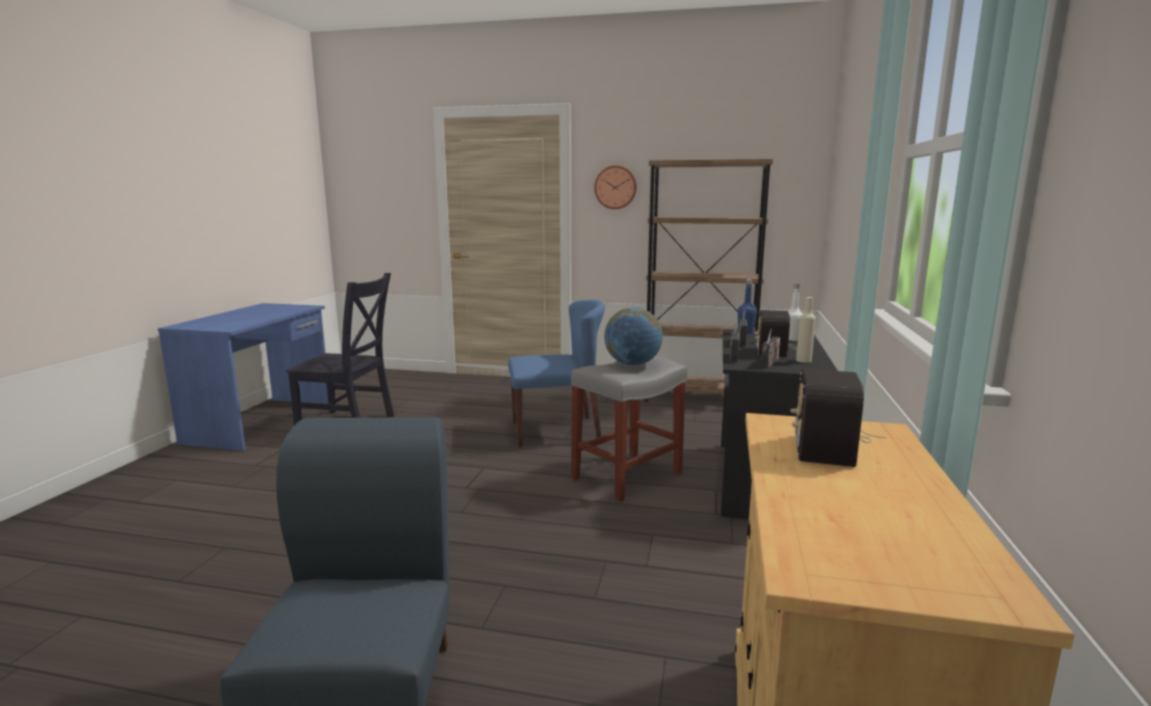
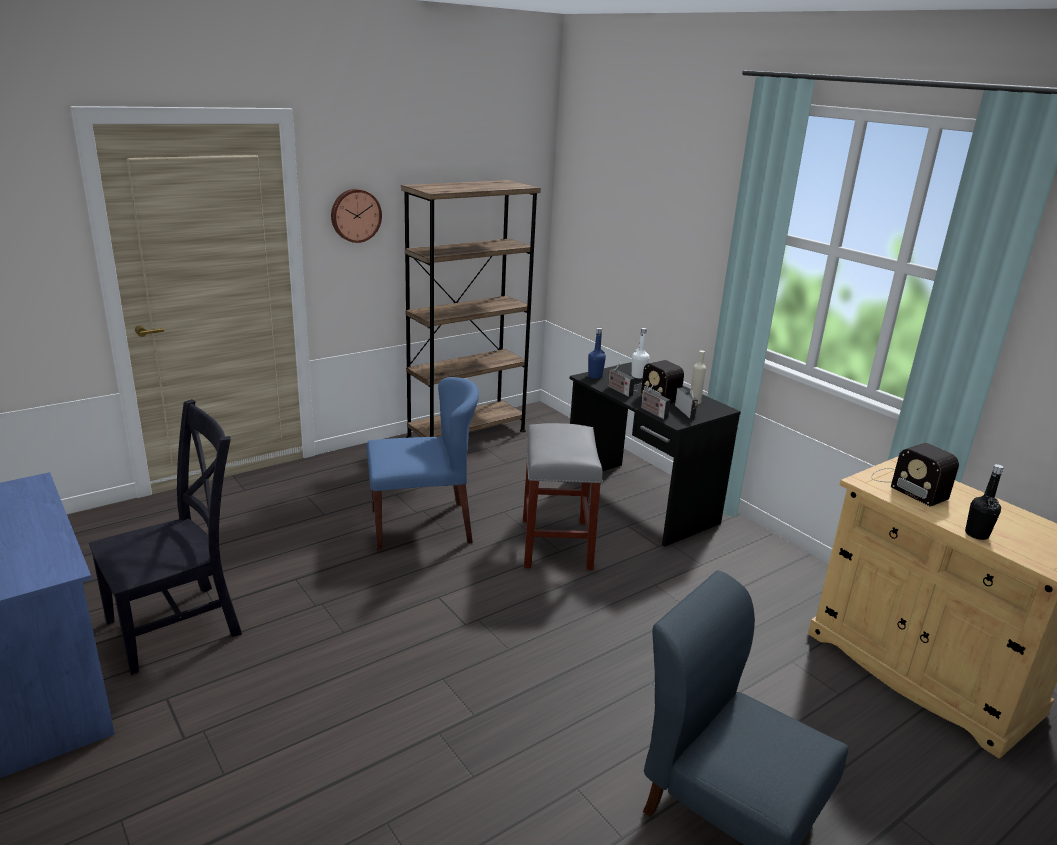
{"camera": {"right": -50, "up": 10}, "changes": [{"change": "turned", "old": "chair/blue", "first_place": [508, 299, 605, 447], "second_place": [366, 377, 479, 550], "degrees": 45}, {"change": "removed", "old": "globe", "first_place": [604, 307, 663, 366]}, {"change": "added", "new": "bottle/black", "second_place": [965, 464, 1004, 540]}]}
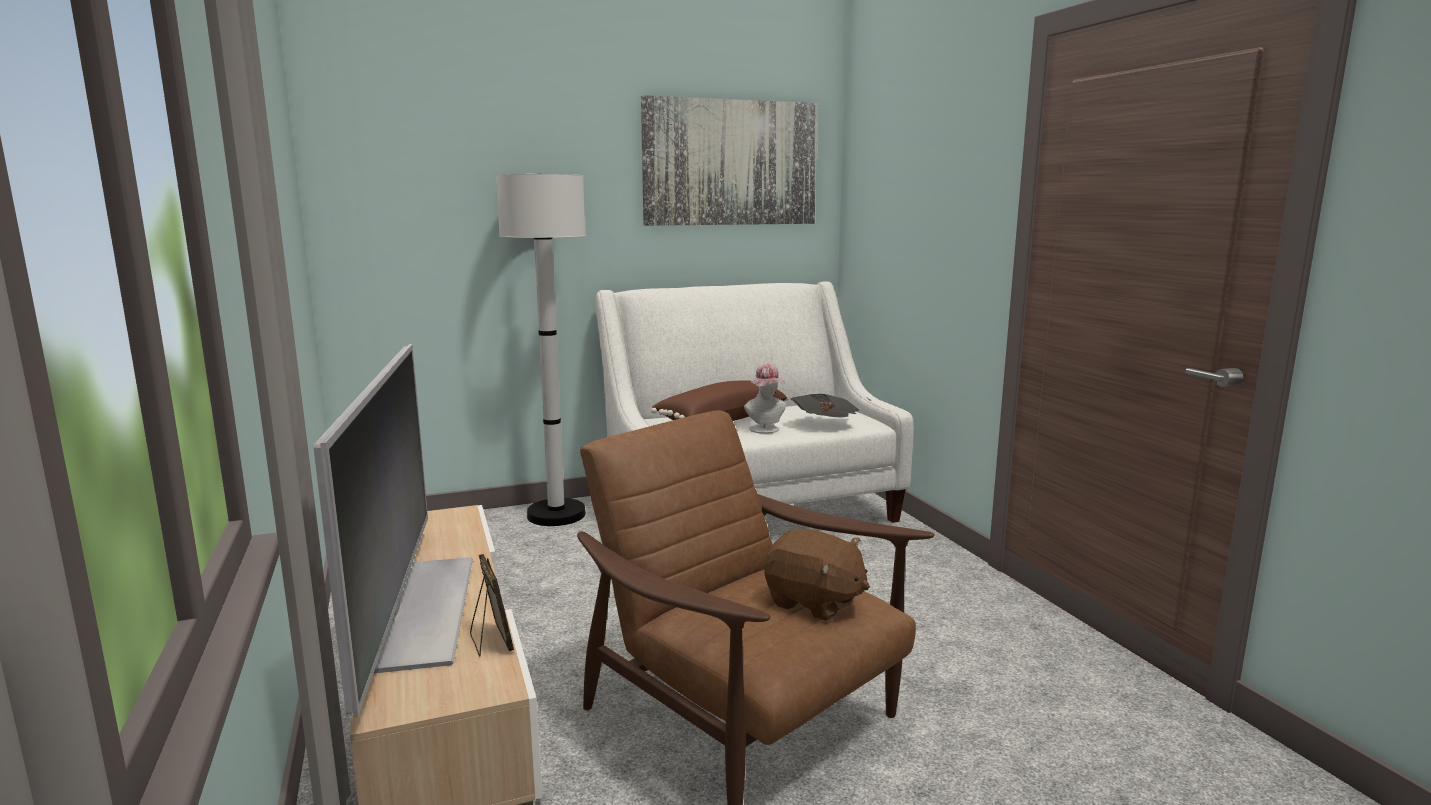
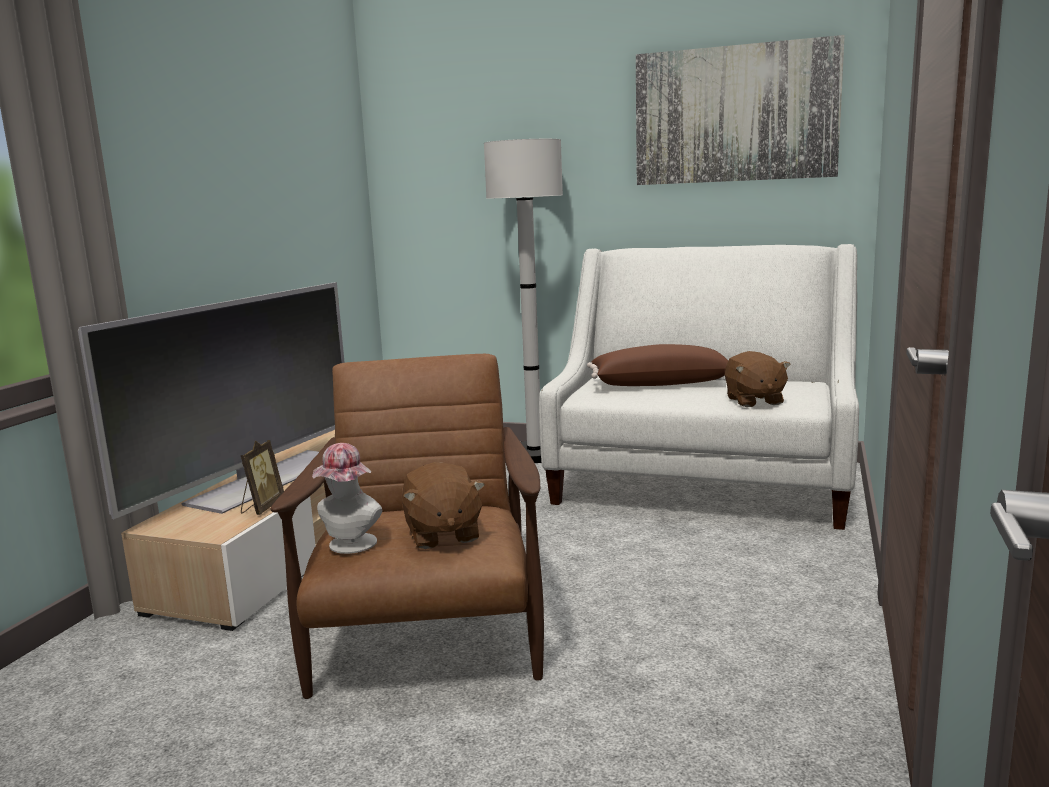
{"camera": {"right": 40, "up": 0}, "changes": [{"change": "moved", "old": "hat", "first_place": [744, 364, 786, 433], "second_place": [312, 443, 382, 554]}, {"change": "replaced", "old": "newspaper", "new": "plush toy/brown", "first_place": [790, 394, 859, 417], "second_place": [725, 351, 791, 407]}]}
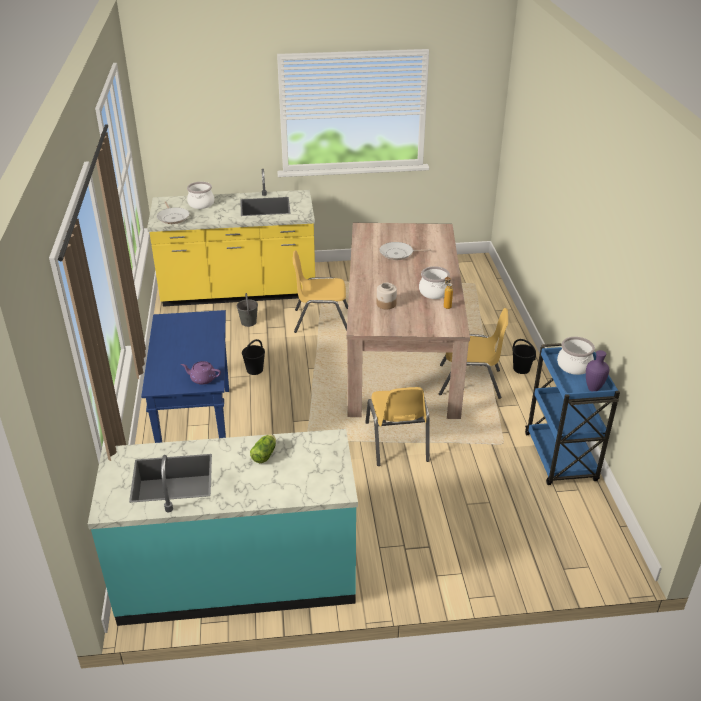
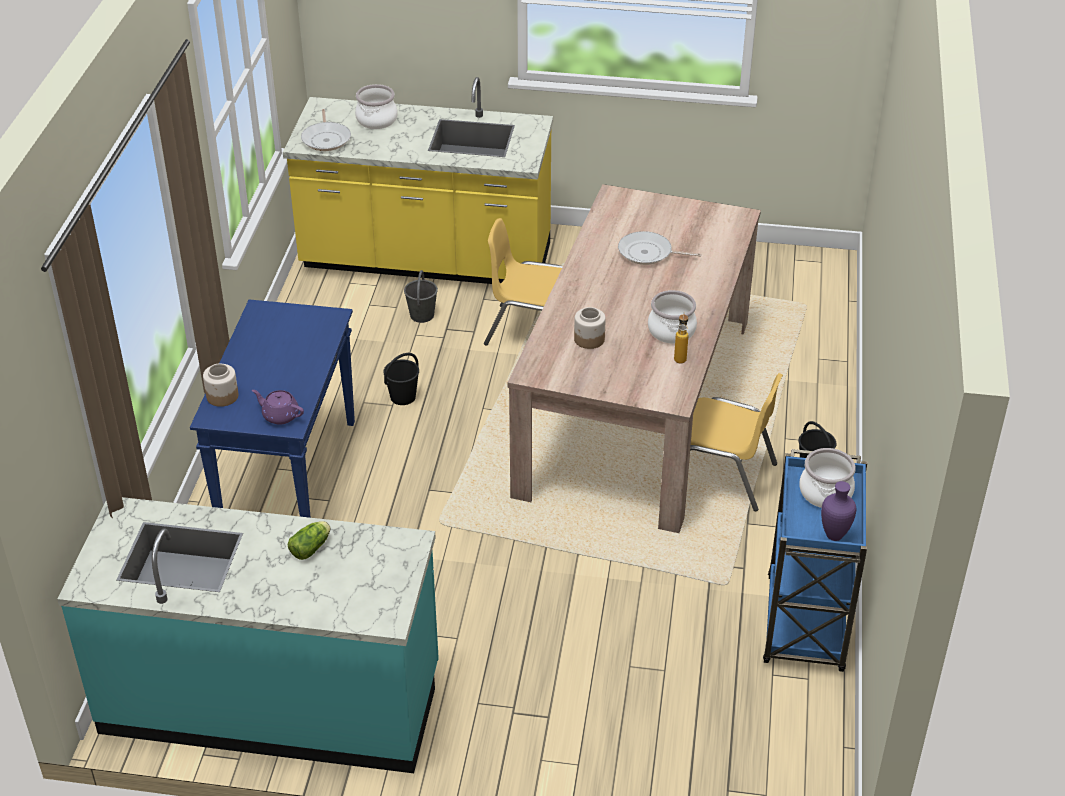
{"camera": {"right": 15, "up": 5}, "changes": [{"change": "removed", "old": "chair/yellow", "first_place": [365, 387, 430, 466]}, {"change": "added", "new": "jar", "second_place": [203, 363, 239, 407]}]}
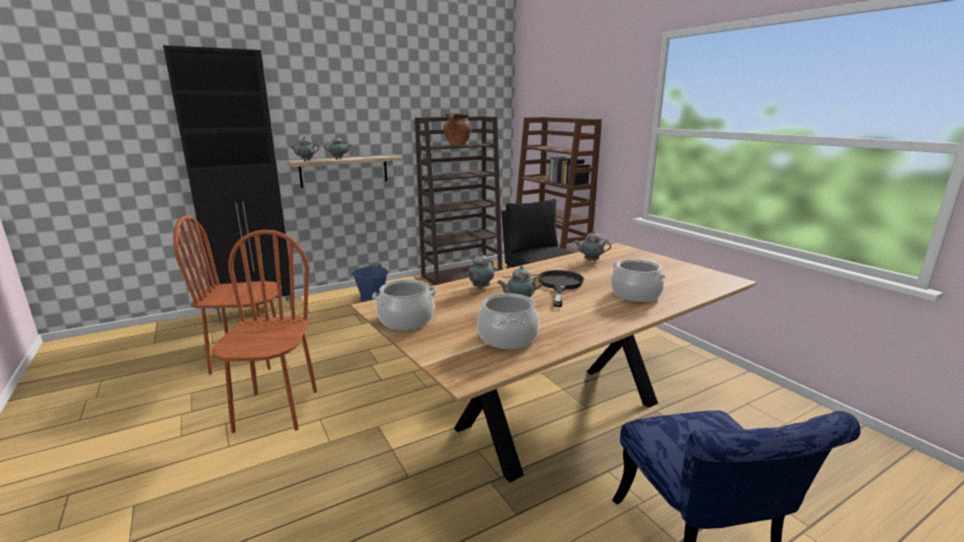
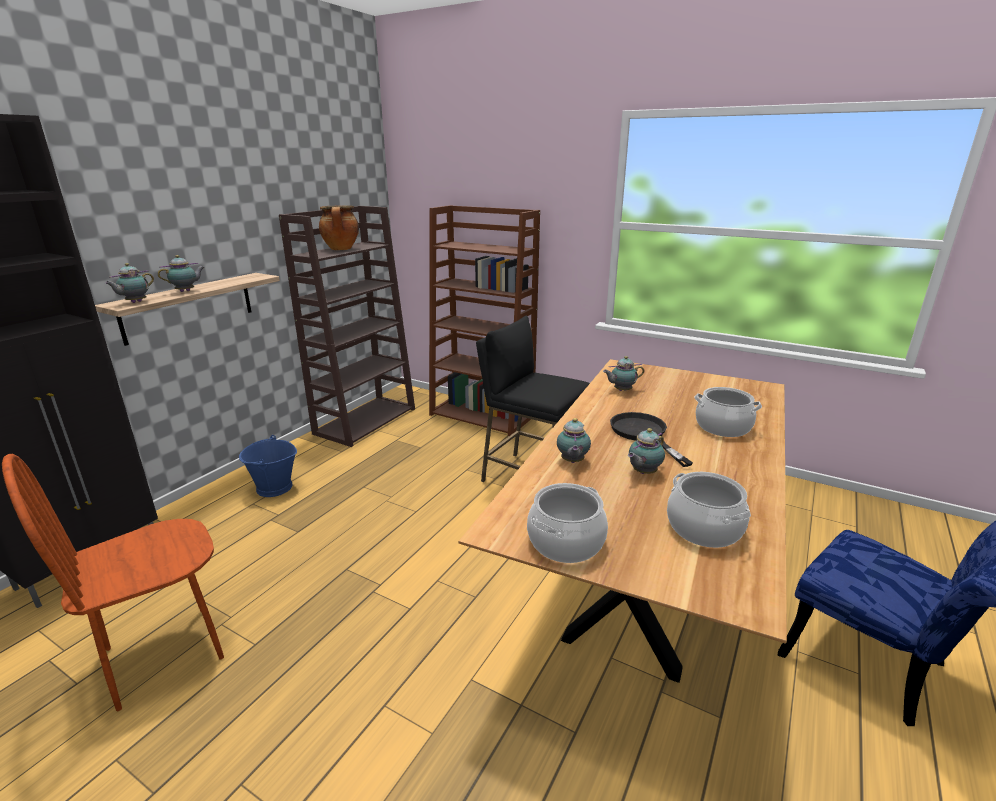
{"camera": {"right": -30, "up": 5}, "changes": [{"change": "removed", "old": "chair/brown", "first_place": [212, 230, 317, 433]}]}
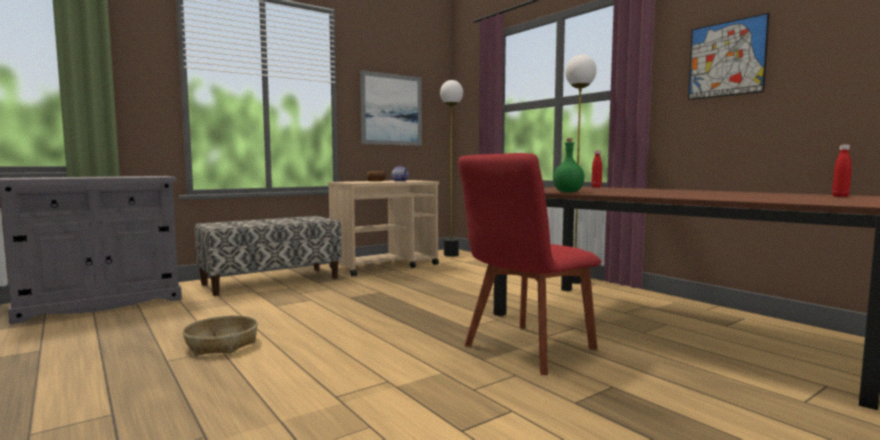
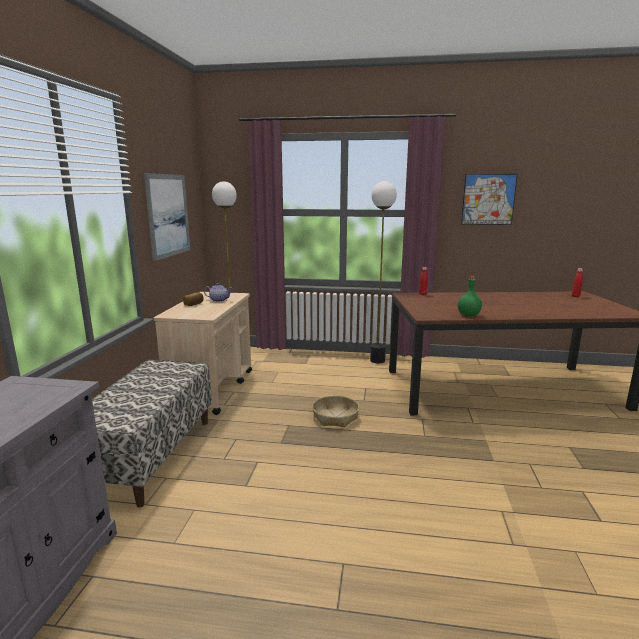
{"camera": {"right": -45, "up": 10}, "changes": [{"change": "moved", "old": "basket", "first_place": [182, 316, 258, 355], "second_place": [312, 396, 359, 428]}, {"change": "removed", "old": "chair/red", "first_place": [458, 153, 602, 375]}]}
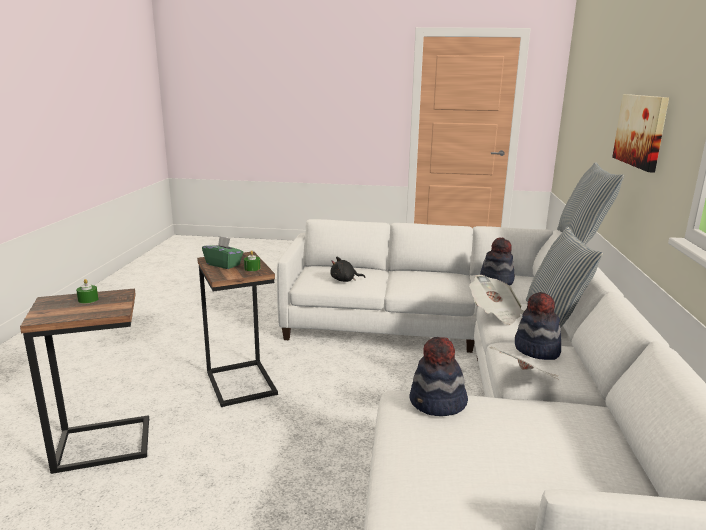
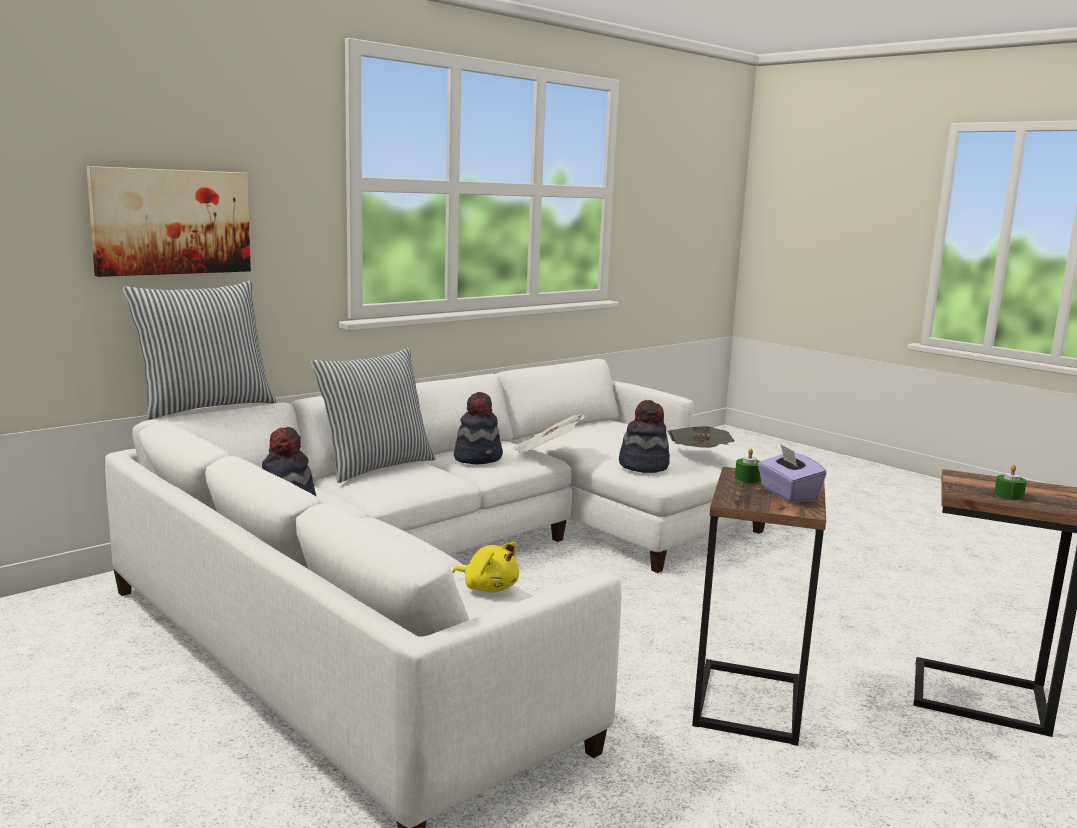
{"camera": {"right": -140, "up": -5}, "changes": [{"change": "recoloured", "old": "tissue box/green", "new": "tissue box/purple", "first_place": [202, 236, 243, 269], "second_place": [757, 444, 827, 503]}, {"change": "recoloured", "old": "plush toy/black", "new": "plush toy/yellow", "first_place": [330, 257, 365, 282], "second_place": [453, 542, 519, 592]}, {"change": "moved", "old": "newspaper", "first_place": [469, 275, 524, 325], "second_place": [667, 426, 734, 448]}]}
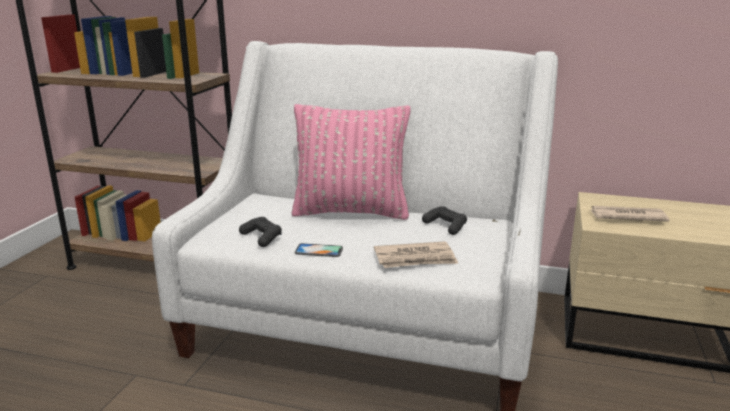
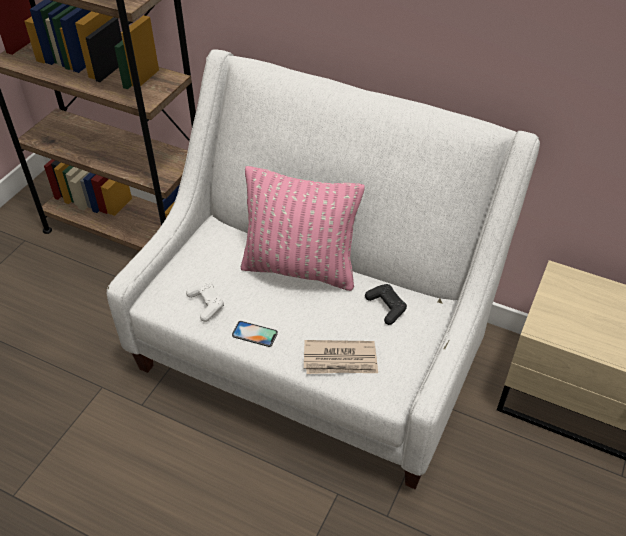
{"camera": {"right": 10, "up": 25}, "changes": [{"change": "recoloured", "old": "game controller/black", "new": "game controller/white", "first_place": [239, 217, 282, 247], "second_place": [186, 281, 224, 322]}, {"change": "removed", "old": "newspaper", "first_place": [590, 206, 669, 222]}]}
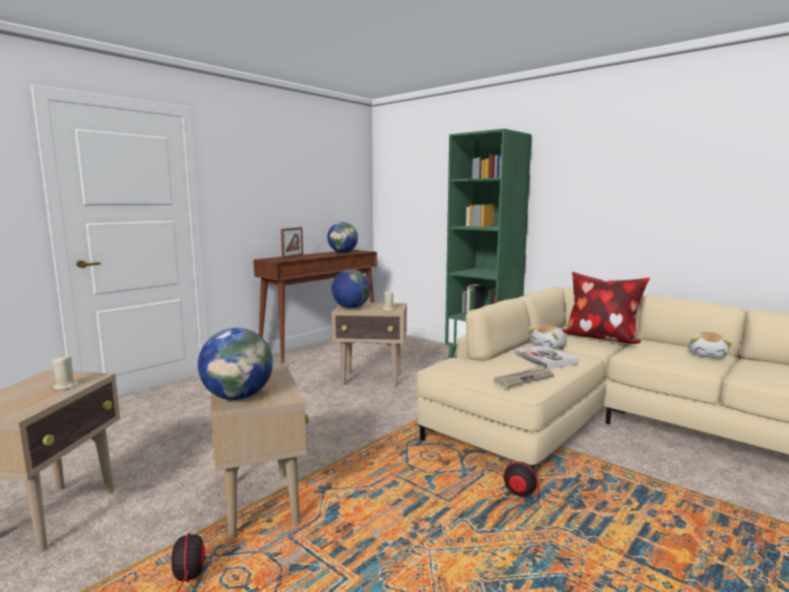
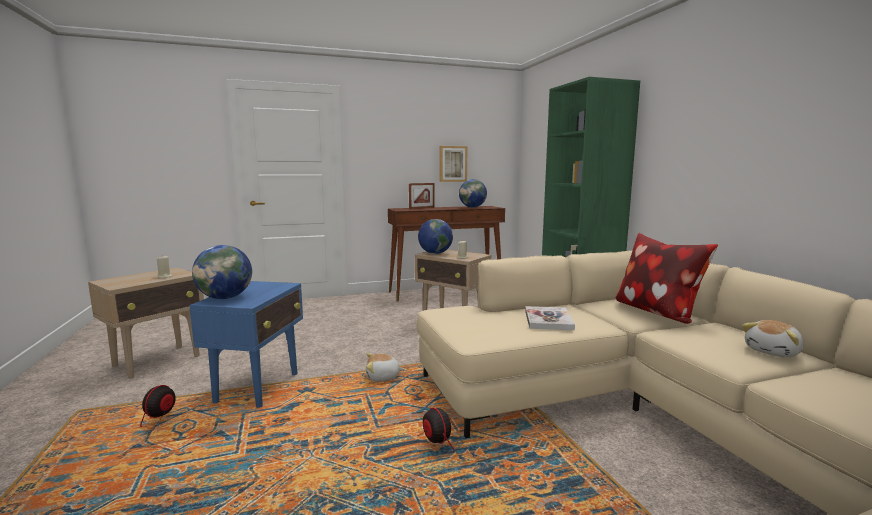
{"camera": {"right": 30, "up": 0}, "changes": [{"change": "recoloured", "old": "side table/beige", "new": "side table/blue", "first_place": [211, 363, 309, 539], "second_place": [189, 281, 303, 408]}, {"change": "removed", "old": "newspaper", "first_place": [493, 365, 554, 388]}, {"change": "moved", "old": "plush toy", "first_place": [528, 325, 567, 349], "second_place": [366, 353, 404, 382]}, {"change": "added", "new": "picture", "second_place": [440, 146, 468, 182]}]}
